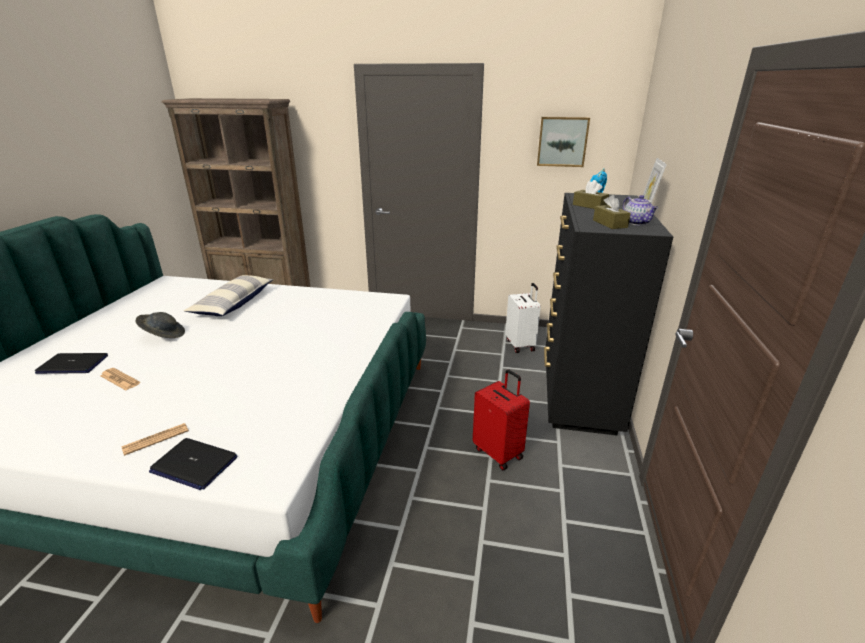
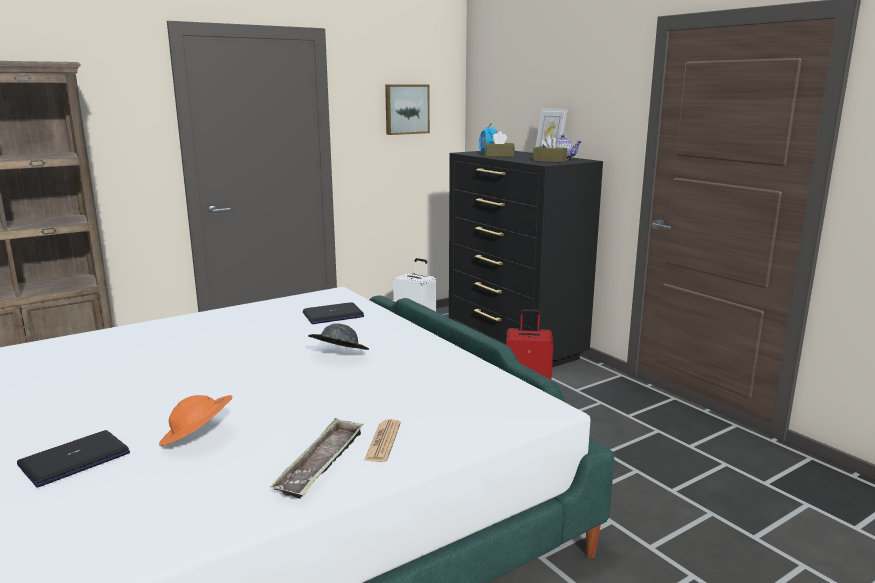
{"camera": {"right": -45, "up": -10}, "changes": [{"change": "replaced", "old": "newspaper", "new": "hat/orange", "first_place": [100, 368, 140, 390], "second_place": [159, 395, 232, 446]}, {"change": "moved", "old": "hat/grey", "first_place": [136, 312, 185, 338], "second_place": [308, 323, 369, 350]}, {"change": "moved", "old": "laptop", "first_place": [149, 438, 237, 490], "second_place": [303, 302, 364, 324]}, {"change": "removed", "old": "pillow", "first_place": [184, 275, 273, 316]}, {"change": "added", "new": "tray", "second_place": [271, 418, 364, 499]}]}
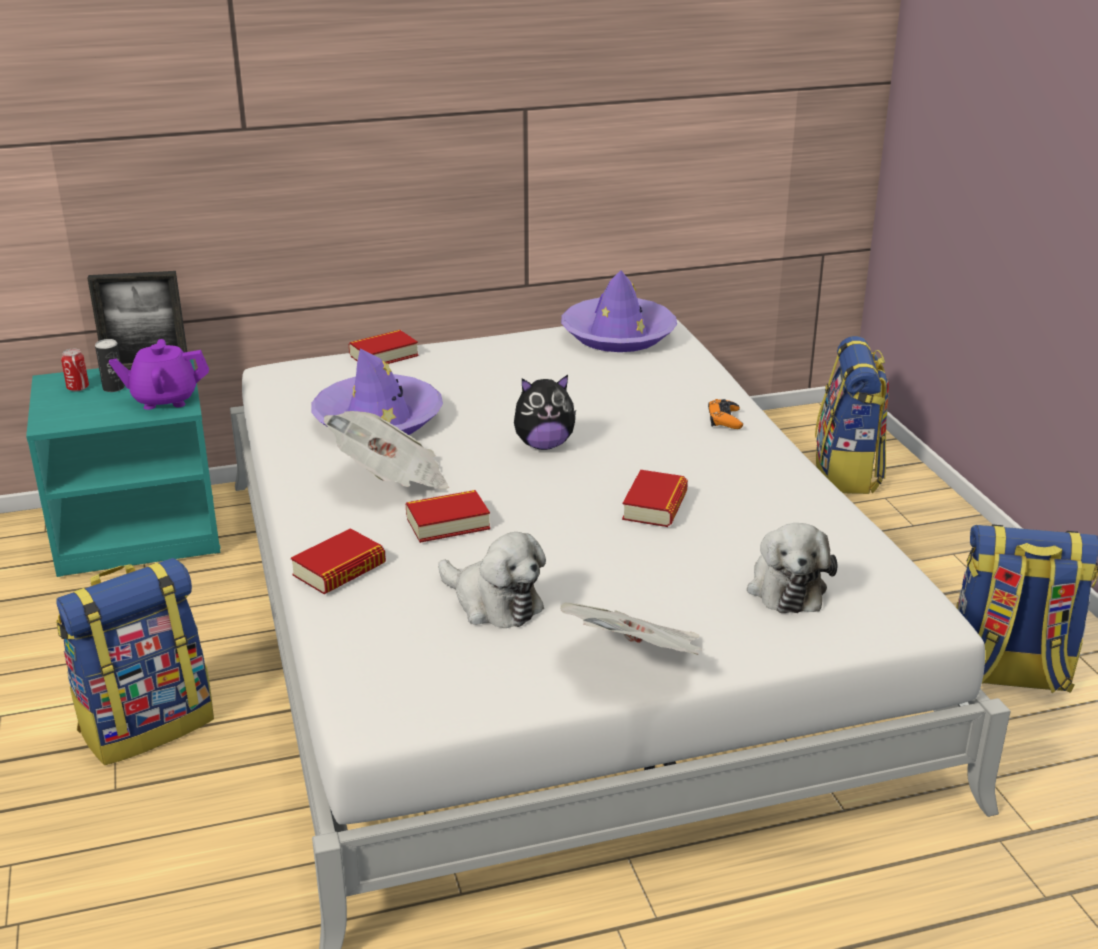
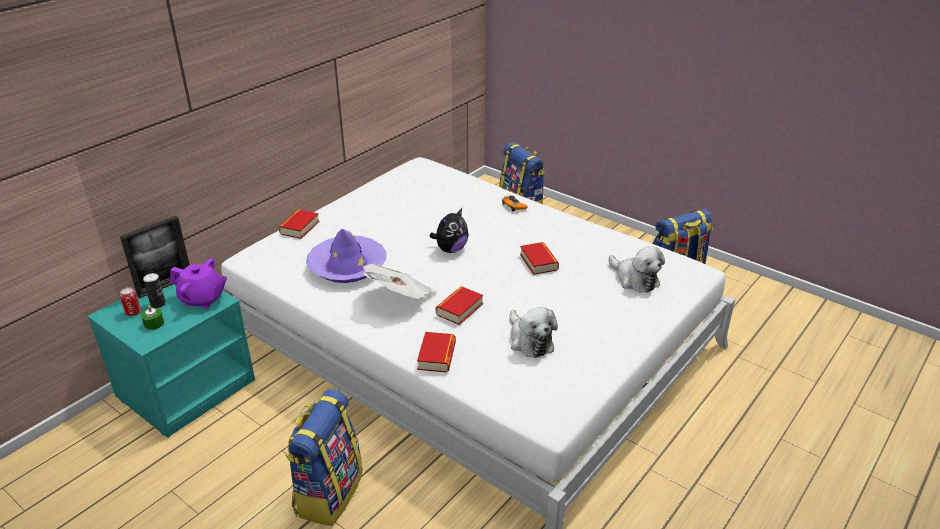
{"camera": {"right": -35, "up": 5}, "changes": [{"change": "turned", "old": "teapot/purple", "first_place": [109, 339, 209, 410], "second_place": [170, 258, 227, 309], "degrees": -120}, {"change": "turned", "old": "plush toy", "first_place": [438, 532, 546, 628], "second_place": [510, 307, 558, 358], "degrees": 60}, {"change": "removed", "old": "newspaper", "first_place": [560, 603, 703, 655]}, {"change": "removed", "old": "hat/purple", "first_place": [561, 270, 677, 352]}, {"change": "added", "new": "candle/green", "second_place": [141, 305, 164, 330]}]}
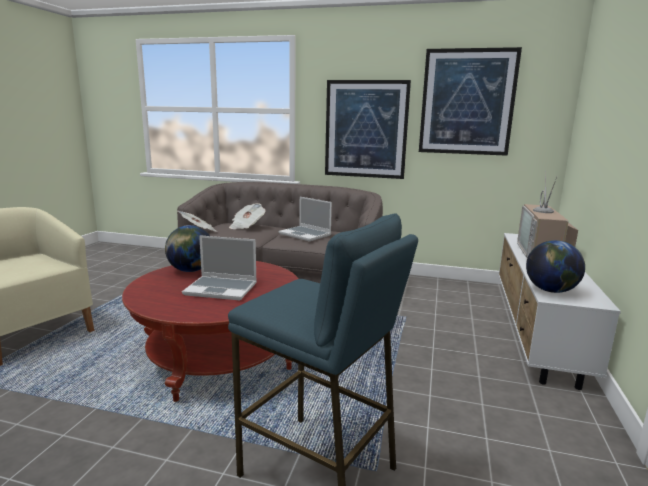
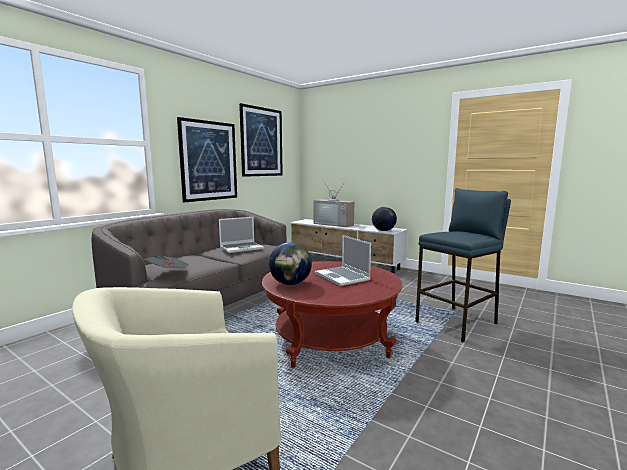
{"camera": {"right": -70, "up": -5}, "changes": [{"change": "turned", "old": "laptop", "first_place": [182, 236, 257, 300], "second_place": [315, 235, 371, 286], "degrees": 120}, {"change": "removed", "old": "newspaper", "first_place": [229, 203, 266, 229]}]}
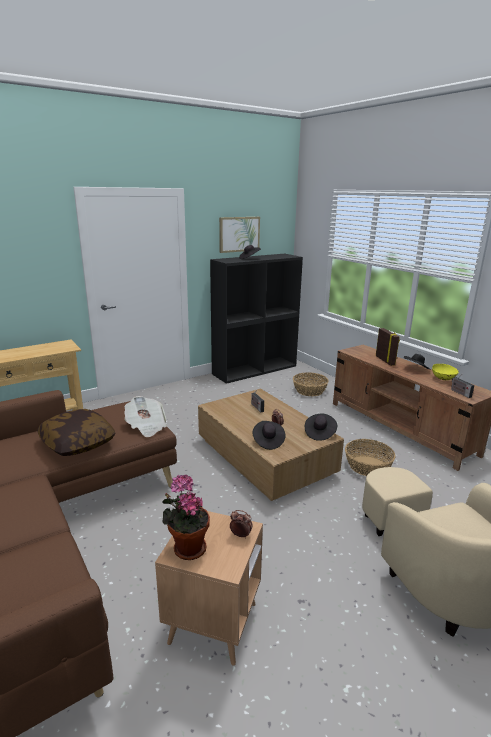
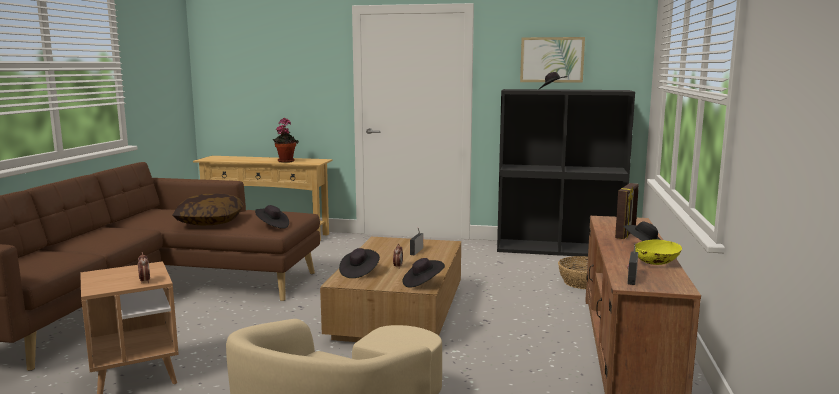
{"camera": {"right": 45, "up": -10}, "changes": [{"change": "replaced", "old": "newspaper", "new": "hat/black", "first_place": [124, 396, 167, 437], "second_place": [255, 205, 289, 229]}, {"change": "moved", "old": "potted plant", "first_place": [162, 475, 210, 560], "second_place": [273, 118, 299, 163]}, {"change": "removed", "old": "basket", "first_place": [345, 439, 395, 476]}]}
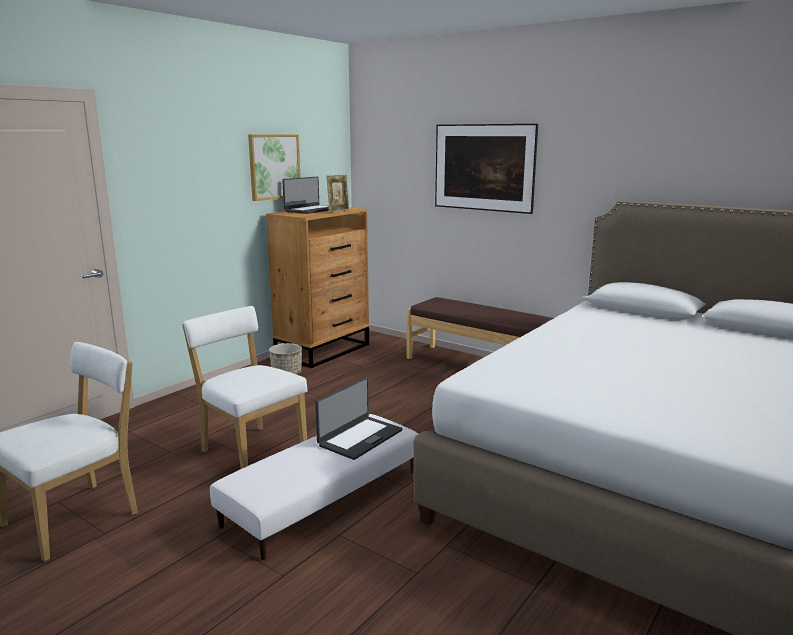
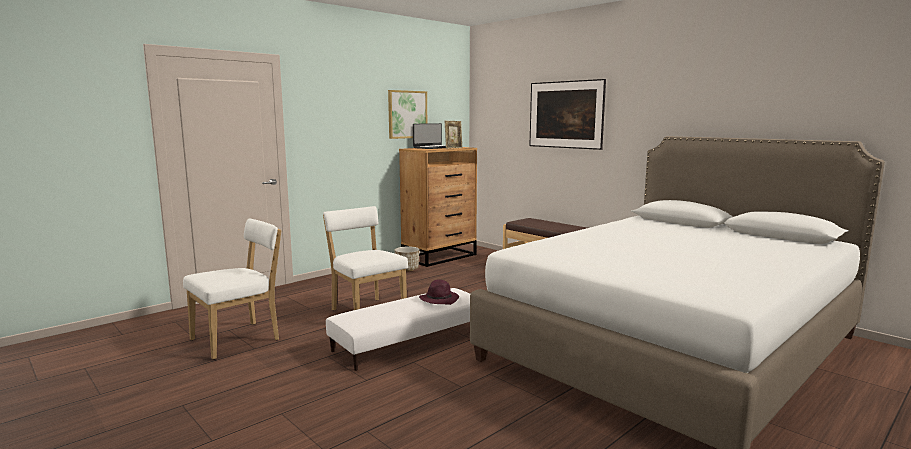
{"camera": {"right": 10, "up": -5}, "changes": [{"change": "replaced", "old": "laptop", "new": "hat/purple", "first_place": [315, 377, 403, 460], "second_place": [419, 280, 459, 305]}]}
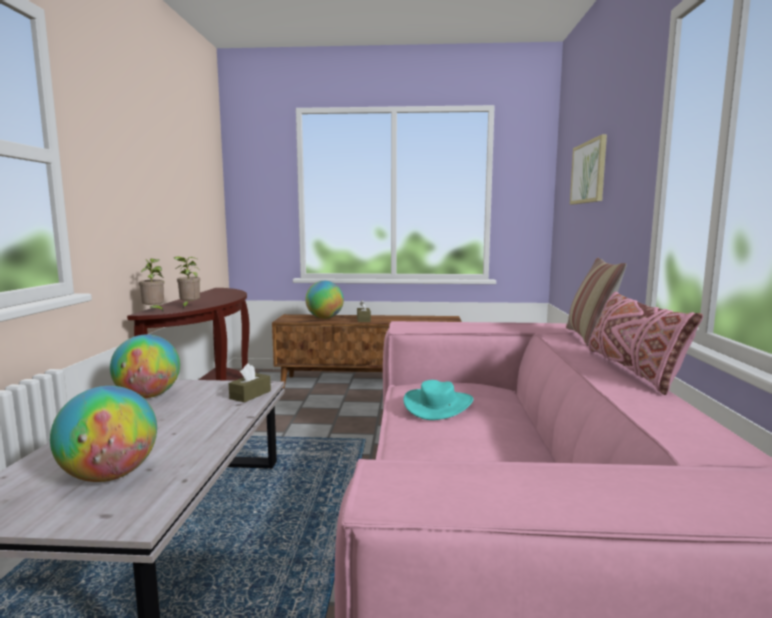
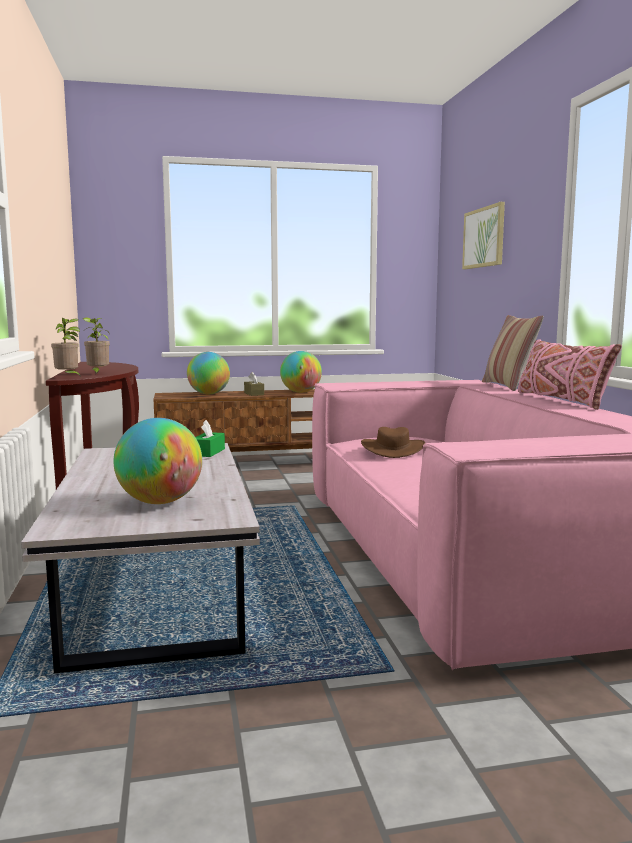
{"camera": {"right": -15, "up": 0}, "changes": [{"change": "moved", "old": "globe", "first_place": [110, 334, 180, 398], "second_place": [280, 351, 322, 393]}, {"change": "recoloured", "old": "tissue box/brown", "new": "tissue box/green", "first_place": [229, 363, 271, 403], "second_place": [196, 420, 225, 457]}, {"change": "recoloured", "old": "hat/turquoise", "new": "hat/brown", "first_place": [403, 380, 473, 420], "second_place": [361, 427, 425, 458]}]}
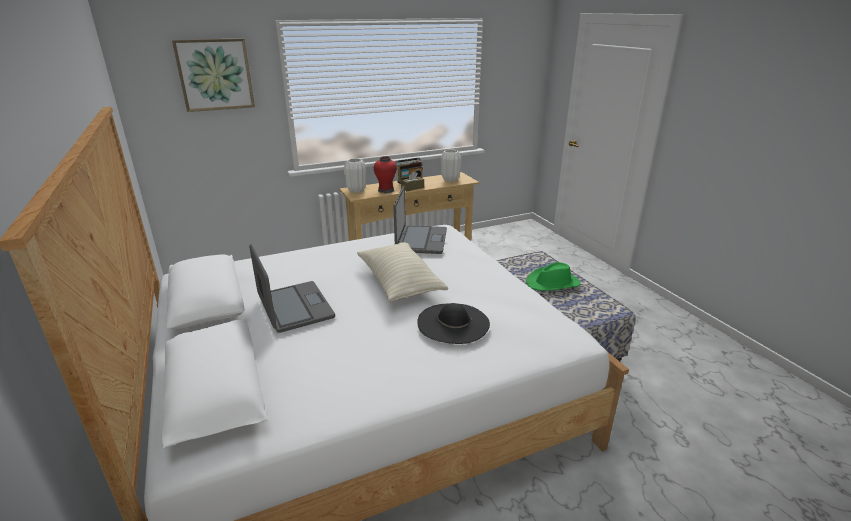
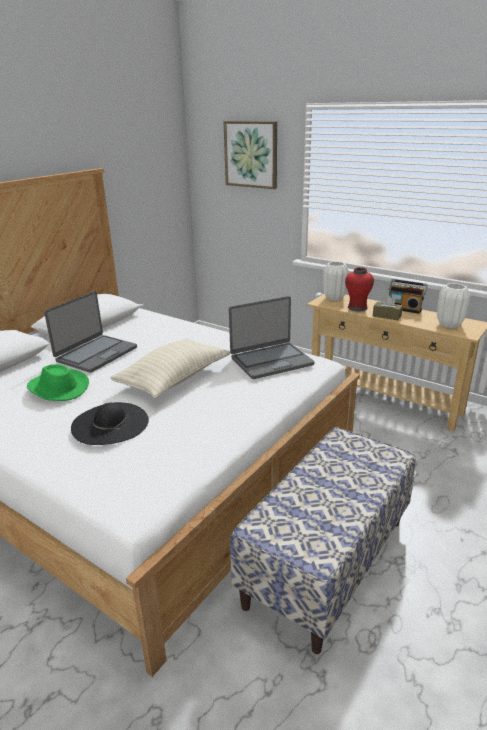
{"camera": {"right": 60, "up": 0}, "changes": [{"change": "moved", "old": "hat/green", "first_place": [526, 262, 581, 291], "second_place": [27, 364, 89, 401]}]}
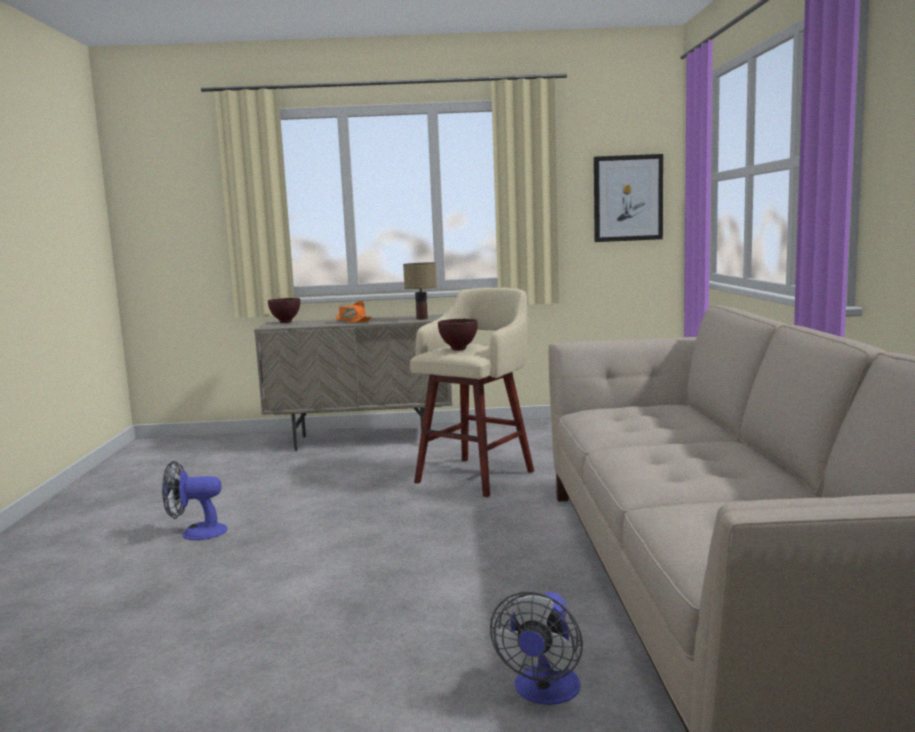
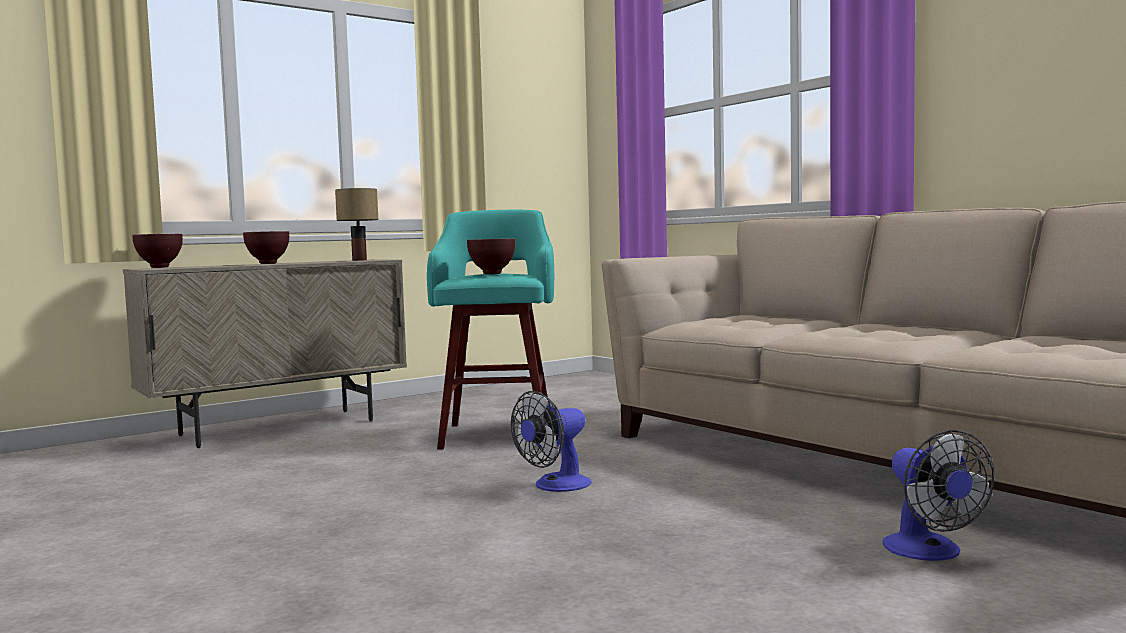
{"camera": {"right": -35, "up": -5}, "changes": [{"change": "moved", "old": "fan", "first_place": [162, 461, 228, 540], "second_place": [511, 391, 592, 492]}, {"change": "replaced", "old": "hat/orange", "new": "bowl/brown", "first_place": [336, 301, 371, 323], "second_place": [243, 231, 289, 264]}, {"change": "recoloured", "old": "stool/beige", "new": "stool/turquoise", "first_place": [410, 287, 534, 497], "second_place": [427, 210, 554, 450]}, {"change": "removed", "old": "picture", "first_place": [594, 154, 663, 242]}]}
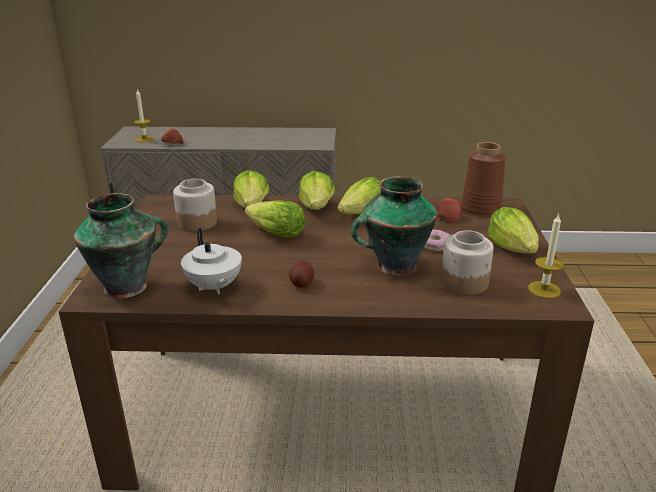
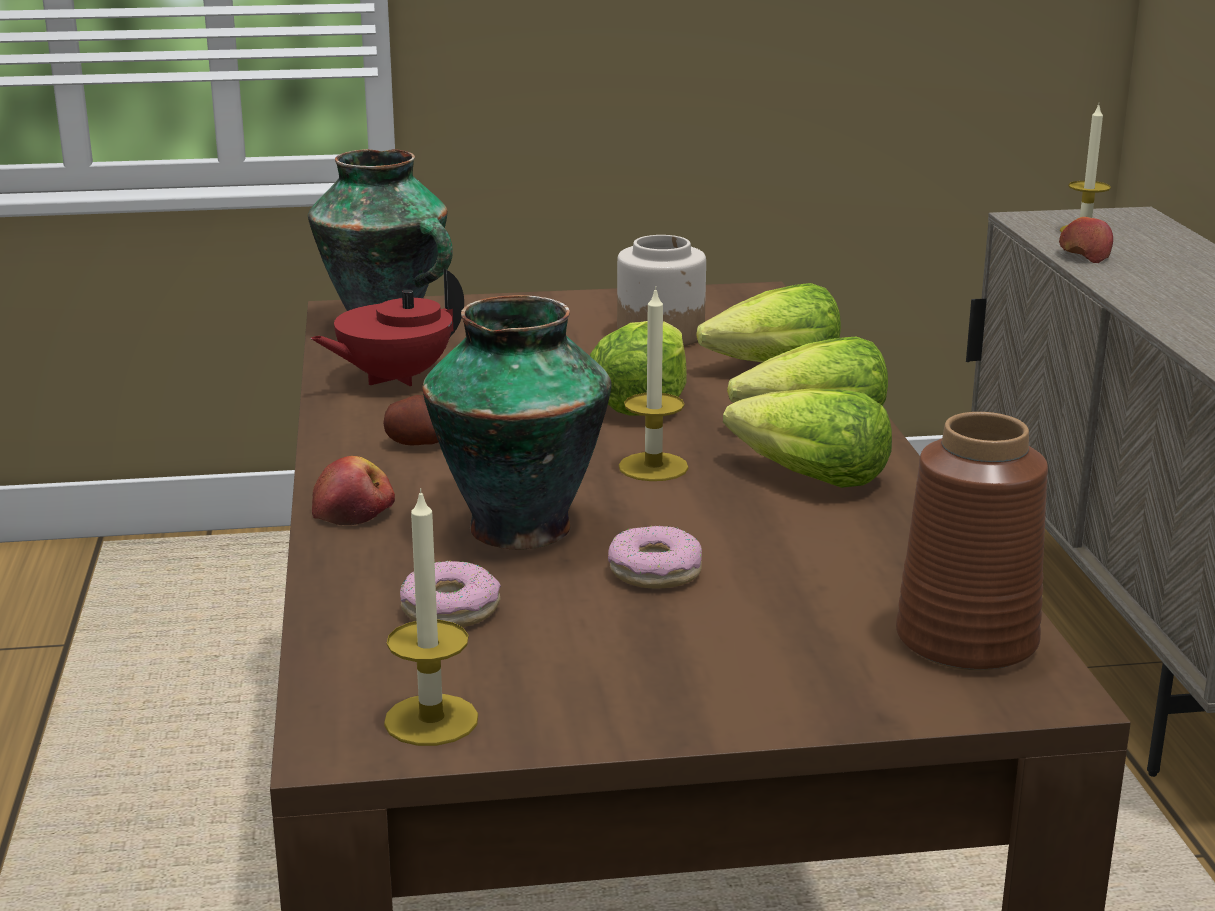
{"camera": {"right": 80, "up": -5}, "changes": [{"change": "recoloured", "old": "teapot/white", "new": "teapot/red", "first_place": [181, 228, 242, 294], "second_place": [310, 268, 464, 386]}, {"change": "moved", "old": "apple", "first_place": [435, 198, 462, 223], "second_place": [312, 456, 395, 525]}, {"change": "replaced", "old": "jar", "new": "donut", "first_place": [441, 230, 494, 295], "second_place": [400, 561, 501, 627]}, {"change": "removed", "old": "lettuce", "first_place": [488, 207, 539, 254]}, {"change": "added", "new": "candle", "second_place": [619, 286, 689, 481]}]}
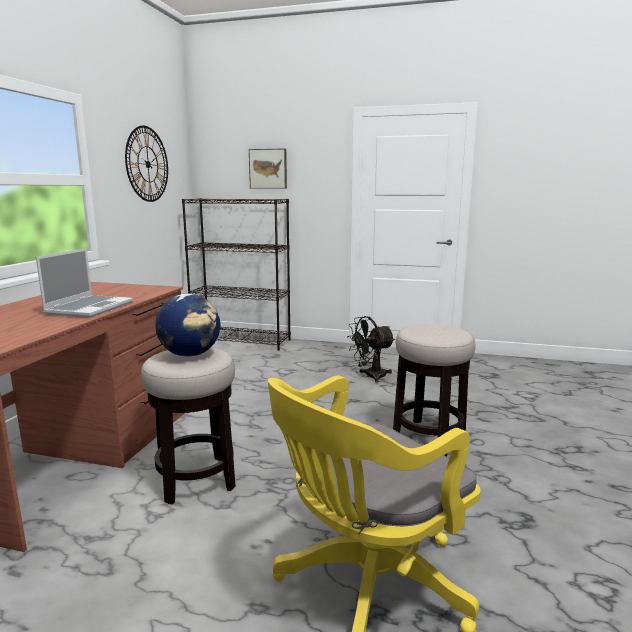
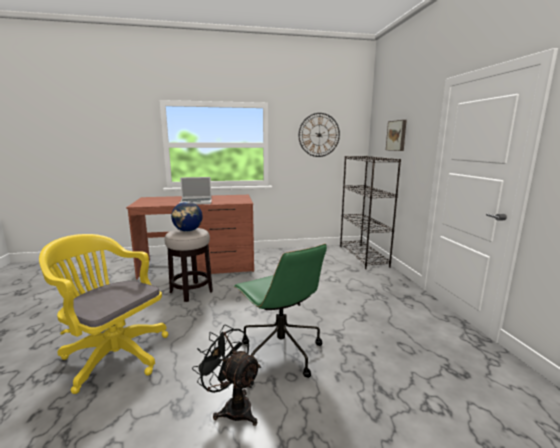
{"camera": {"right": 65, "up": 0}, "changes": [{"change": "moved", "old": "fan/black", "first_place": [347, 316, 395, 383], "second_place": [192, 325, 261, 426]}, {"change": "replaced", "old": "stool", "new": "office chair/green", "first_place": [393, 324, 475, 456], "second_place": [234, 244, 327, 378]}]}
